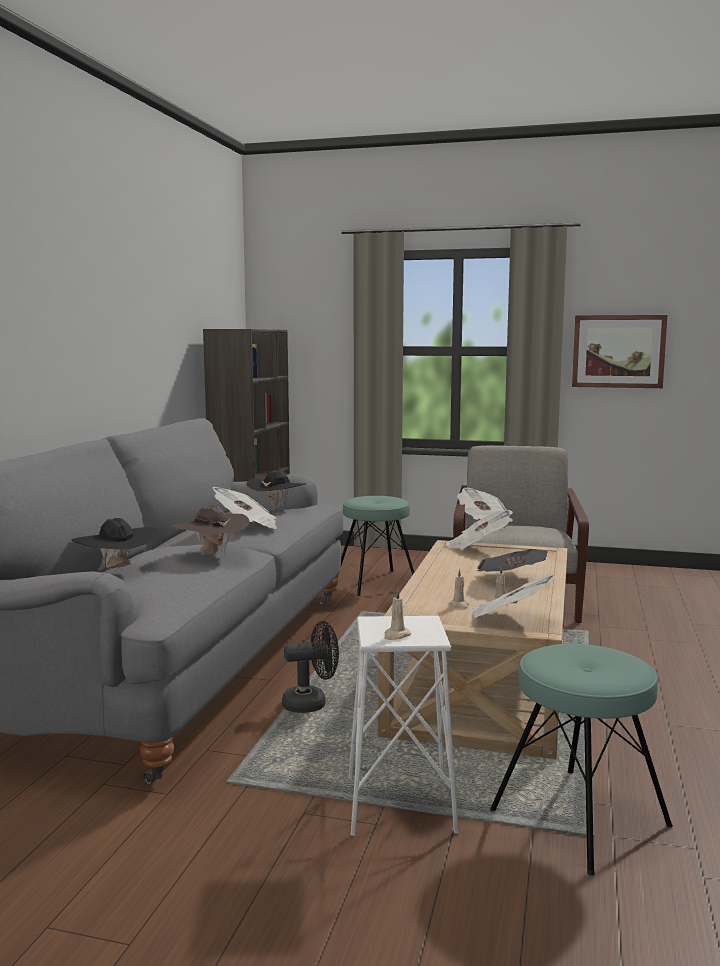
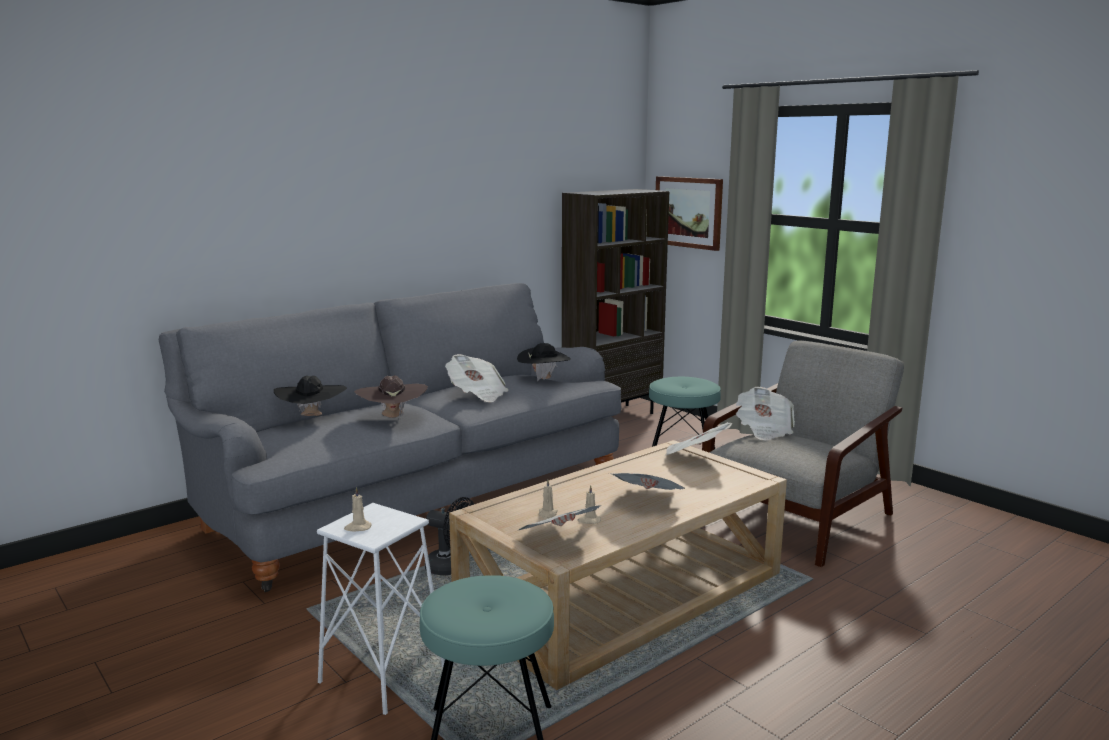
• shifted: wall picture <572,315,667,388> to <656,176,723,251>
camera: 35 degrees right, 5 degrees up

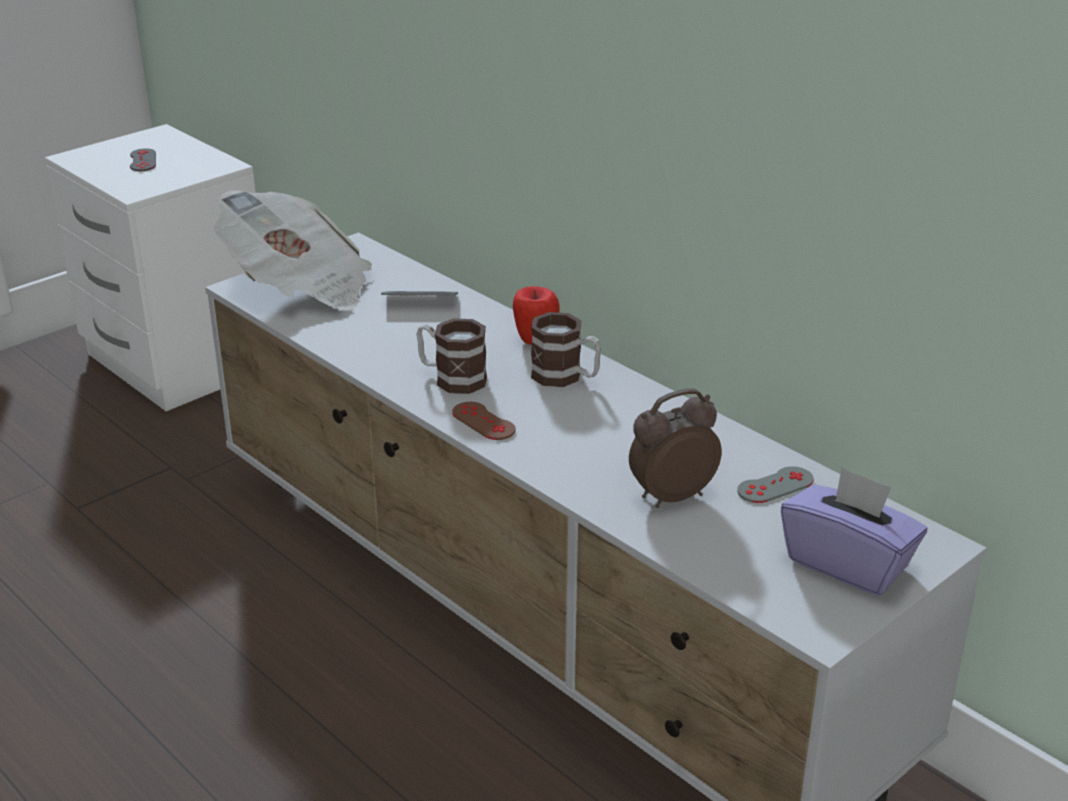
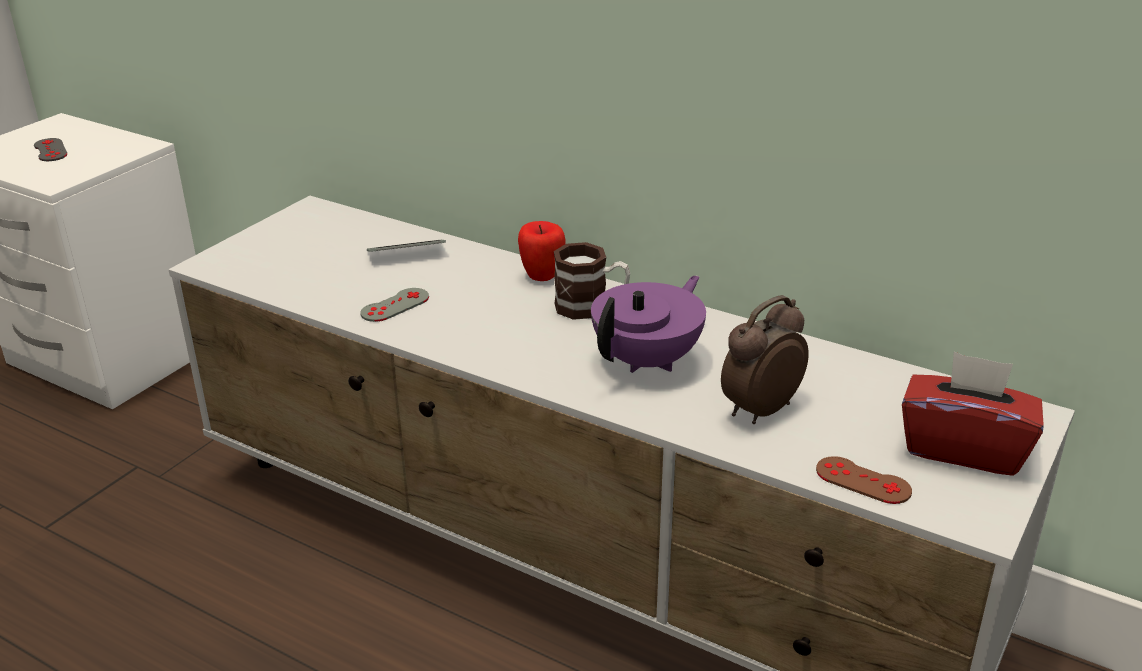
• gone: newspaper <214,190,372,311>
• gone: tea mug <417,318,487,394>
• new: pot for tea (purple-coloured) <591,276,706,373>
• shifted: gamepad (brownish) <452,402,516,440> to <816,456,912,504>
• shifted: gamepad (gray) <737,466,814,503> to <360,288,429,322>
• repainted: tissue box (purple-coloured) <781,467,927,596> to tissue box (red-coloured) <902,352,1044,476>
camera: 15 degrees left, 0 degrees up

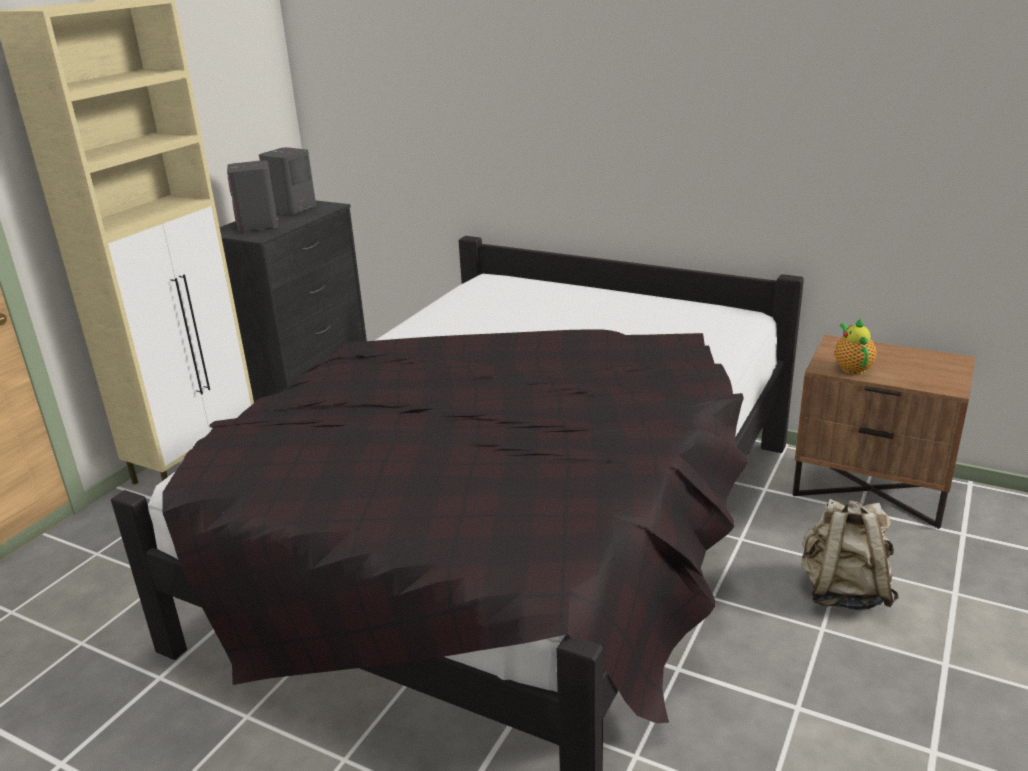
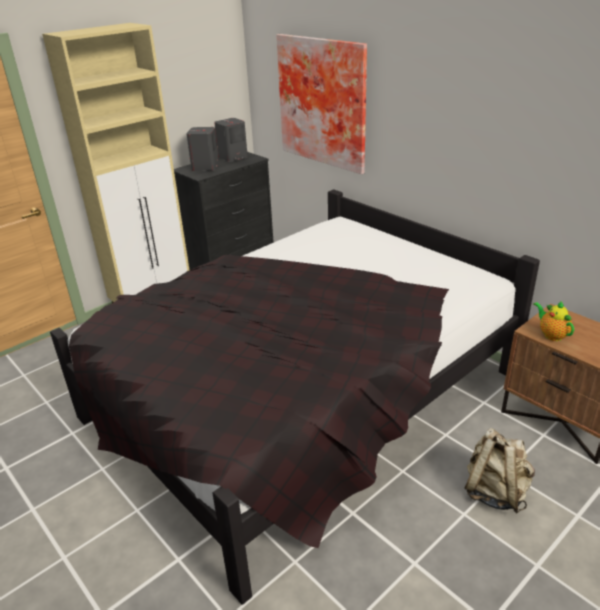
• new: wall picture <276,34,367,174>
• rotated: pot for tea <835,318,877,375> = <534,302,574,341> 45 degrees counterclockwise
camera: 20 degrees right, 5 degrees up

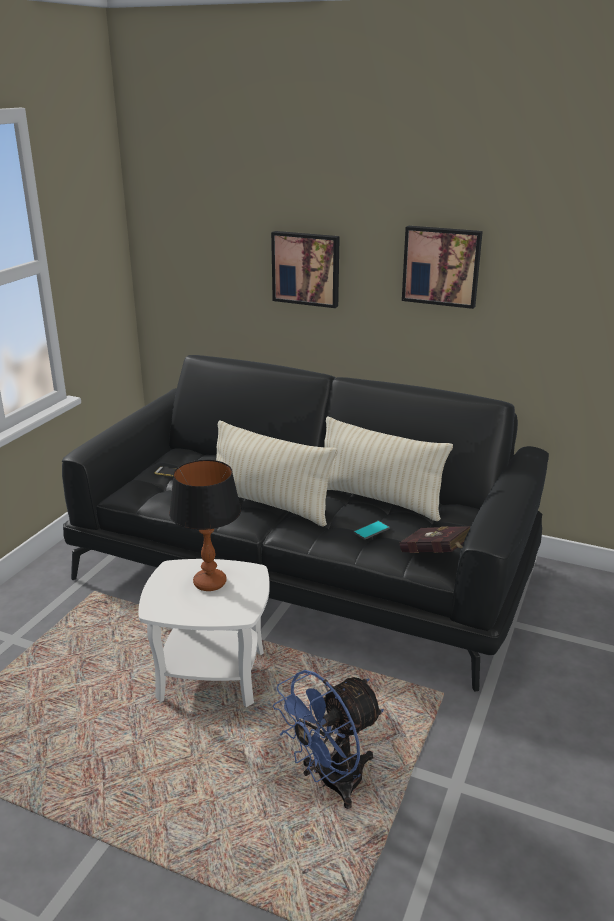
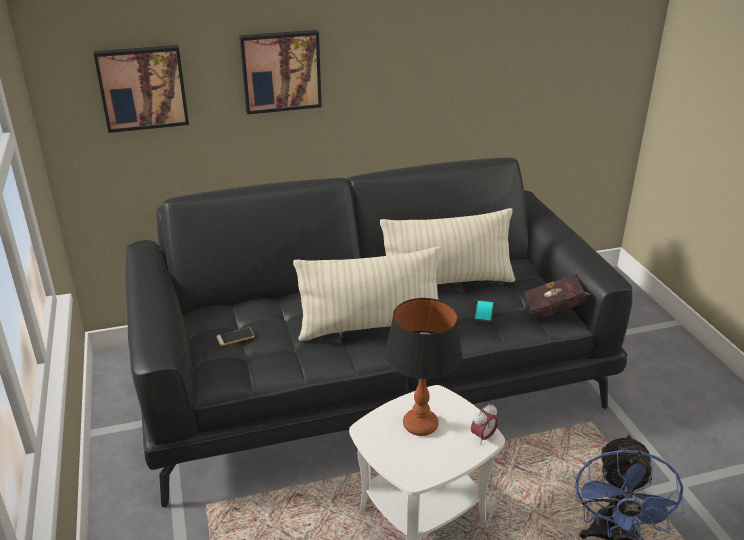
• new: table clock <471,404,499,445>
• shifted: wall picture <402,226,483,309> to <94,45,189,133>
camera: 40 degrees left, 5 degrees up

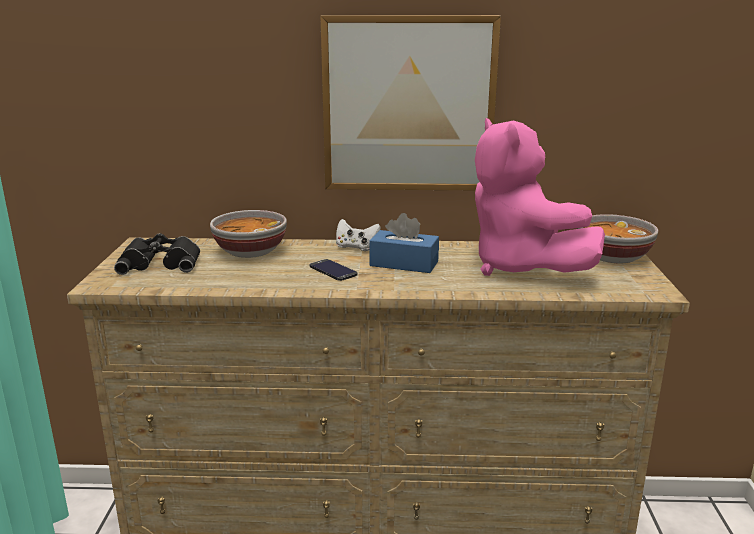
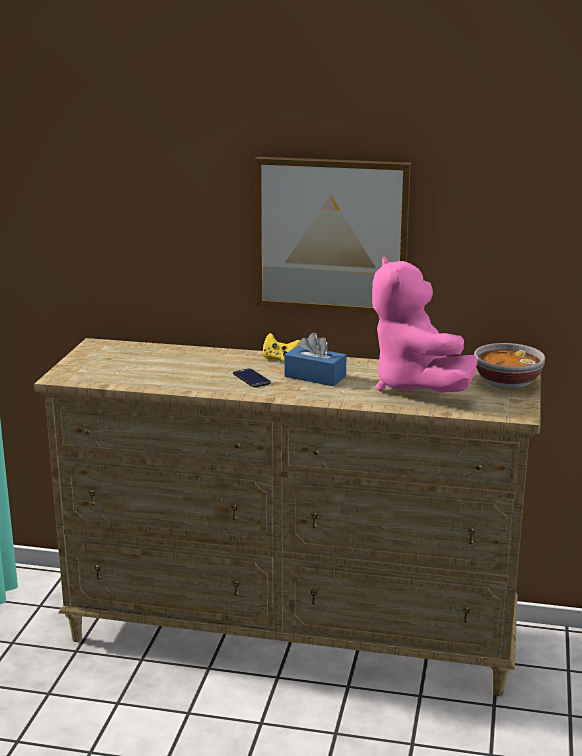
• gone: field glasses (black-coloured) <114,233,200,275>
• gone: serving bowl <210,210,287,258>
• repainted: gamepad (white-coloured) <336,219,381,251> to gamepad (yellow-coloured) <262,333,301,363>
camera: 10 degrees right, 0 degrees up

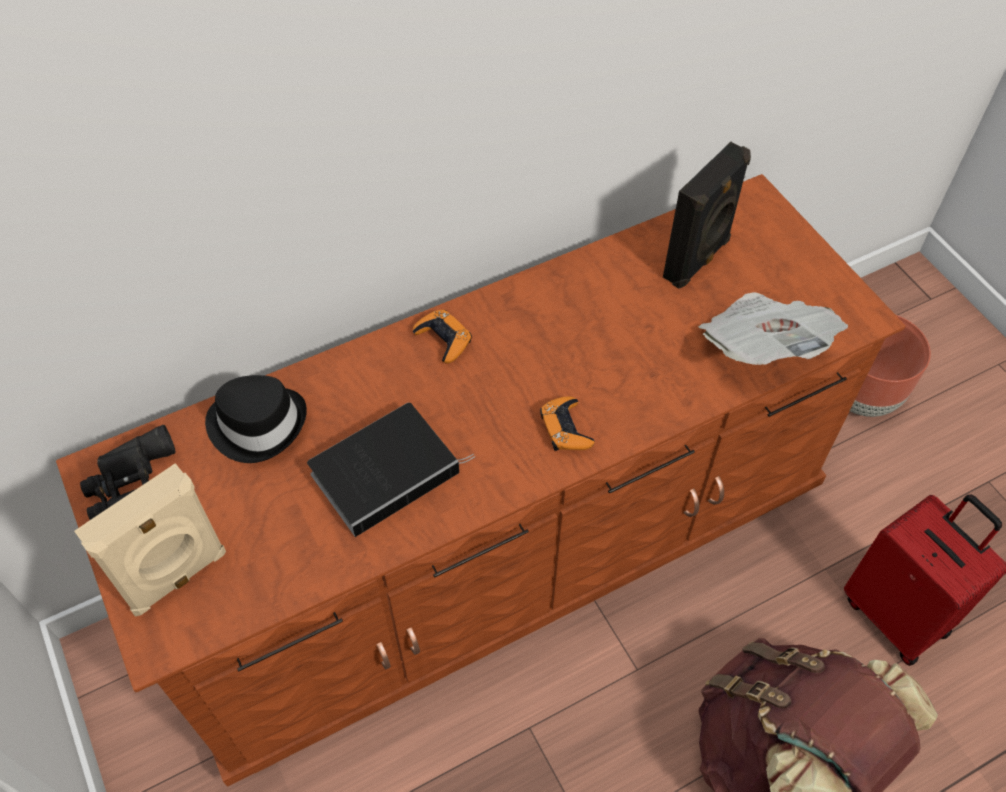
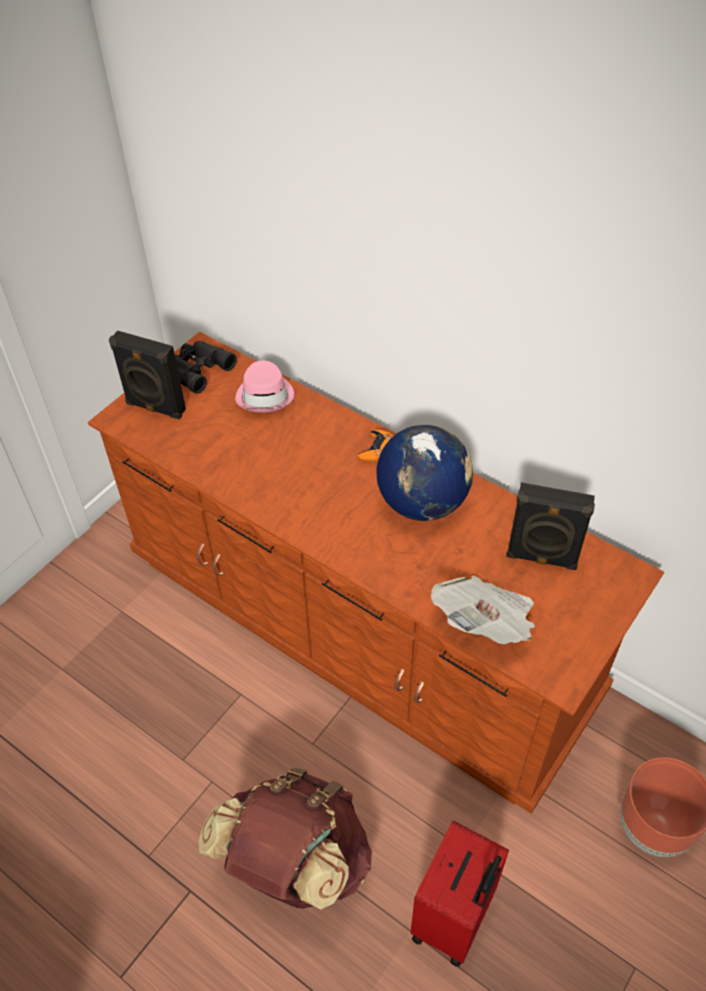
• gone: volume <307,403,475,537>
• gone: gamepad (orangey) <540,397,595,451>
• new: world globe <376,425,473,521>
• repainted: audio speaker (sand-coloured) <74,463,226,617> to audio speaker (black-coloured) <109,330,186,419>
• repainted: wearable hat (black-coloured) <205,375,307,463> to wearable hat (pink-coloured) <235,360,294,413>
camera: 65 degrees right, 5 degrees down

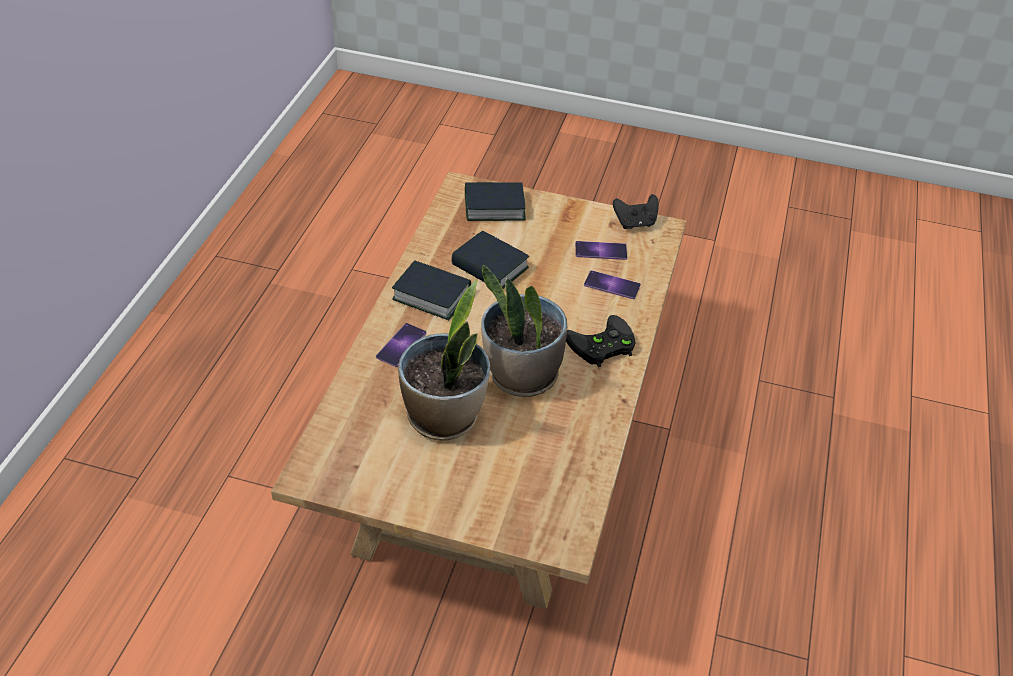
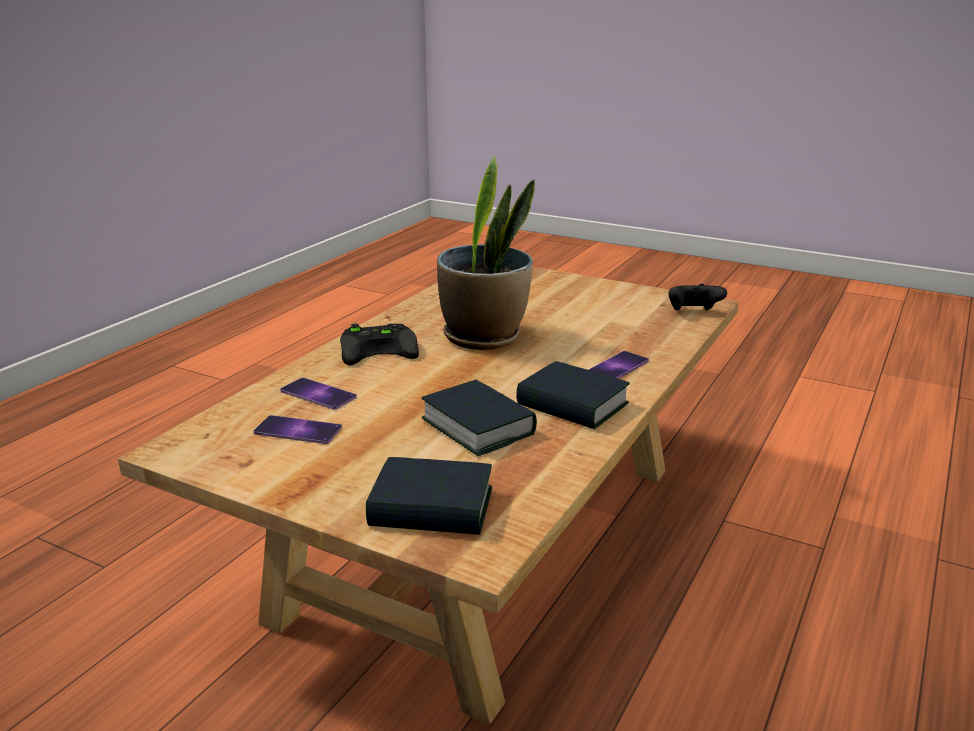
• gone: houseplant <398,280,490,441>
• shifted: gamepad (black-coloured) <613,194,659,229> to <669,284,727,311>
camera: 165 degrees left, 20 degrees down

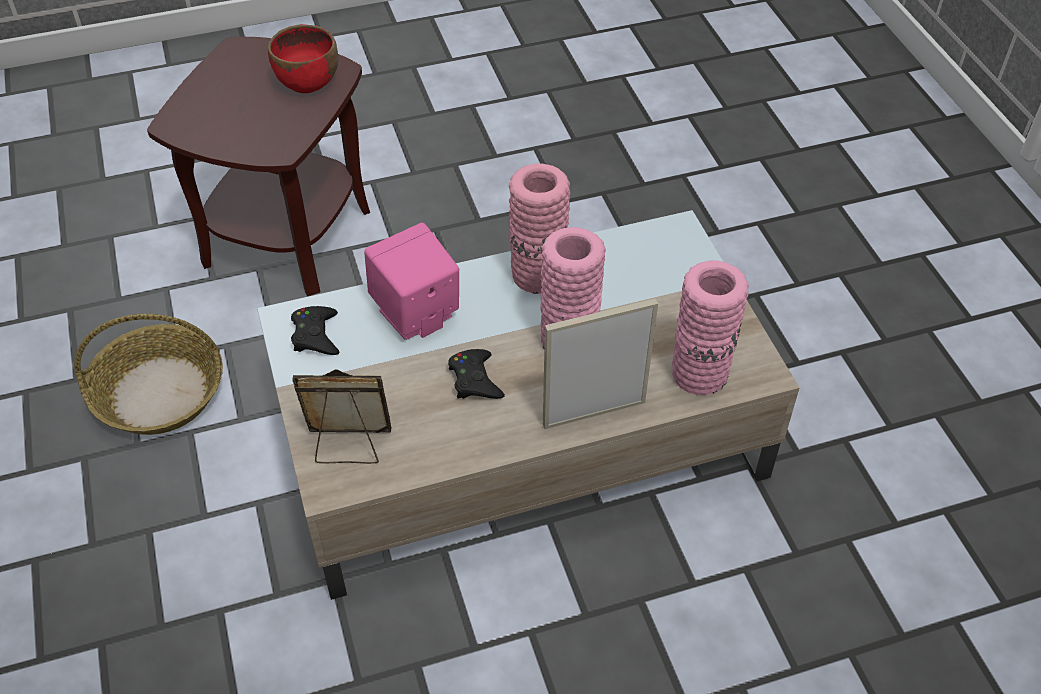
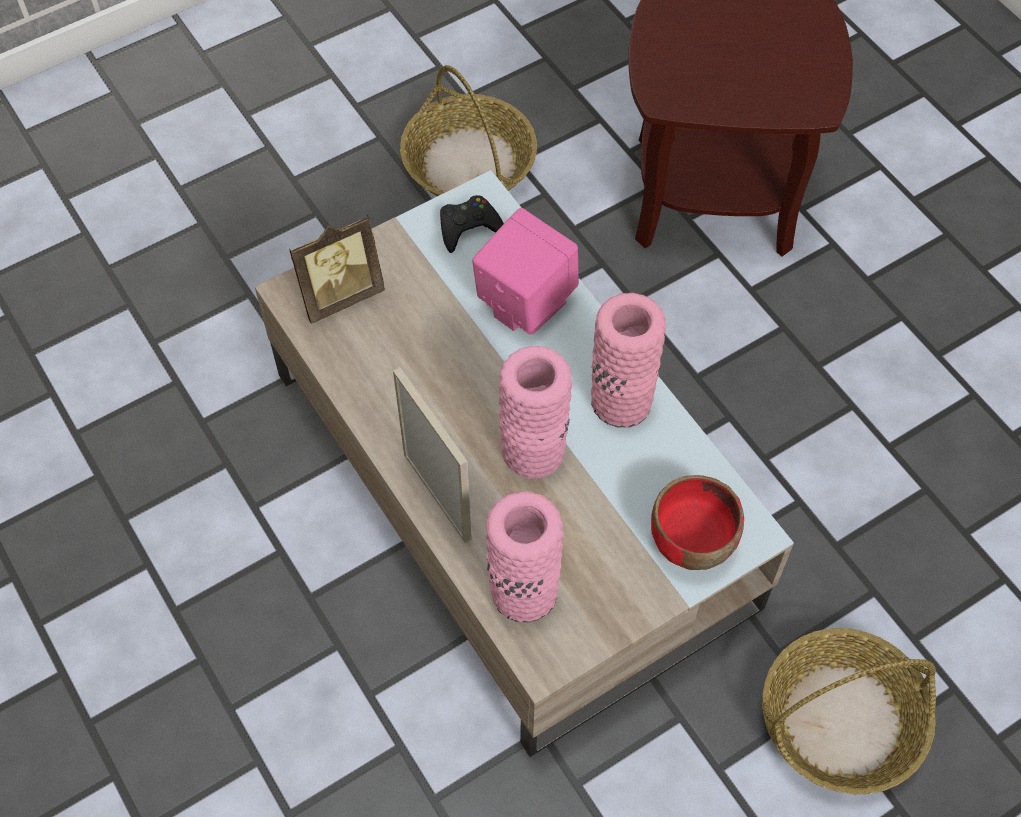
• gone: gamepad (black-coloured) <448,349,505,399>
• new: basket <762,628,936,795>
• shifted: serving bowl (red-coloured) <268,24,338,93> to <651,475,744,570>
• rotated: picture frame <293,369,391,464> = <289,215,385,324> 75 degrees clockwise
camera: 75 degrees right, 10 degrees up

